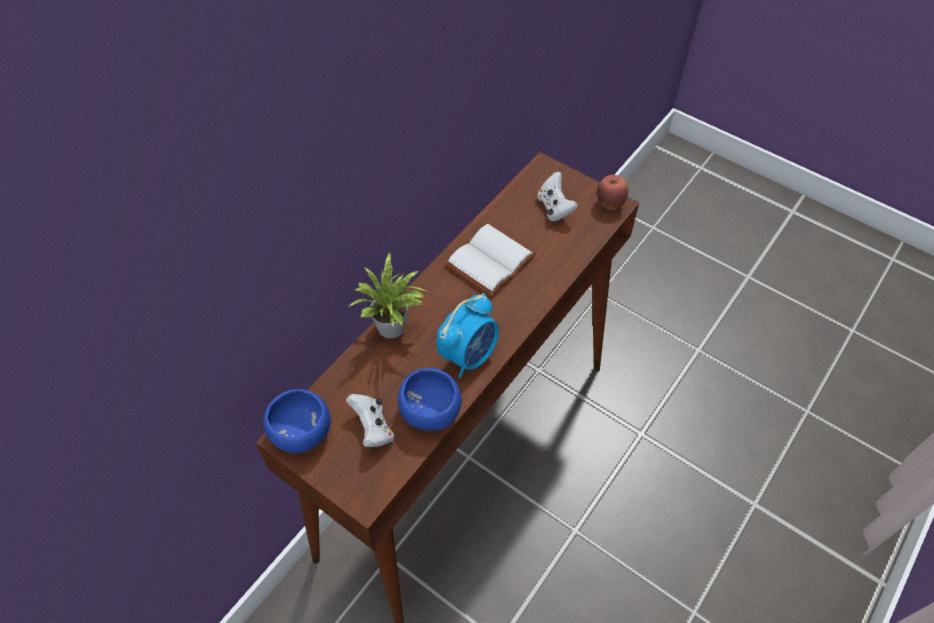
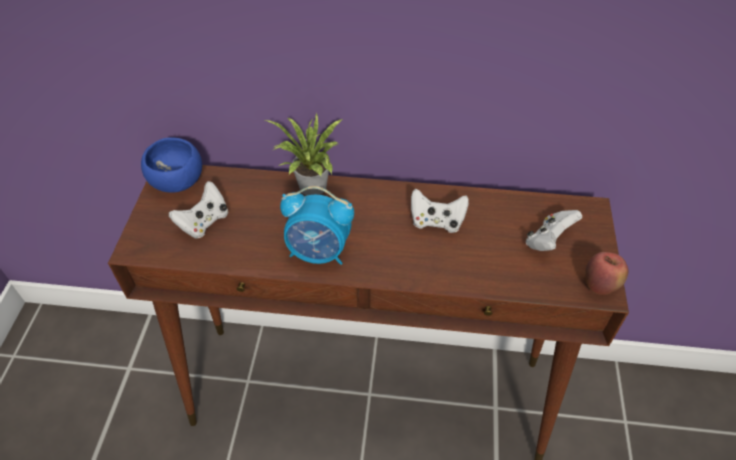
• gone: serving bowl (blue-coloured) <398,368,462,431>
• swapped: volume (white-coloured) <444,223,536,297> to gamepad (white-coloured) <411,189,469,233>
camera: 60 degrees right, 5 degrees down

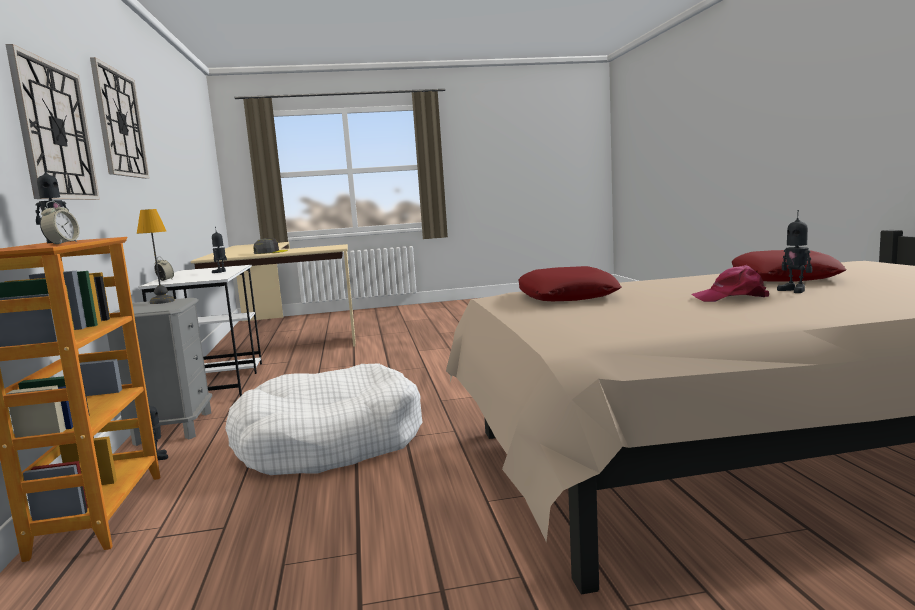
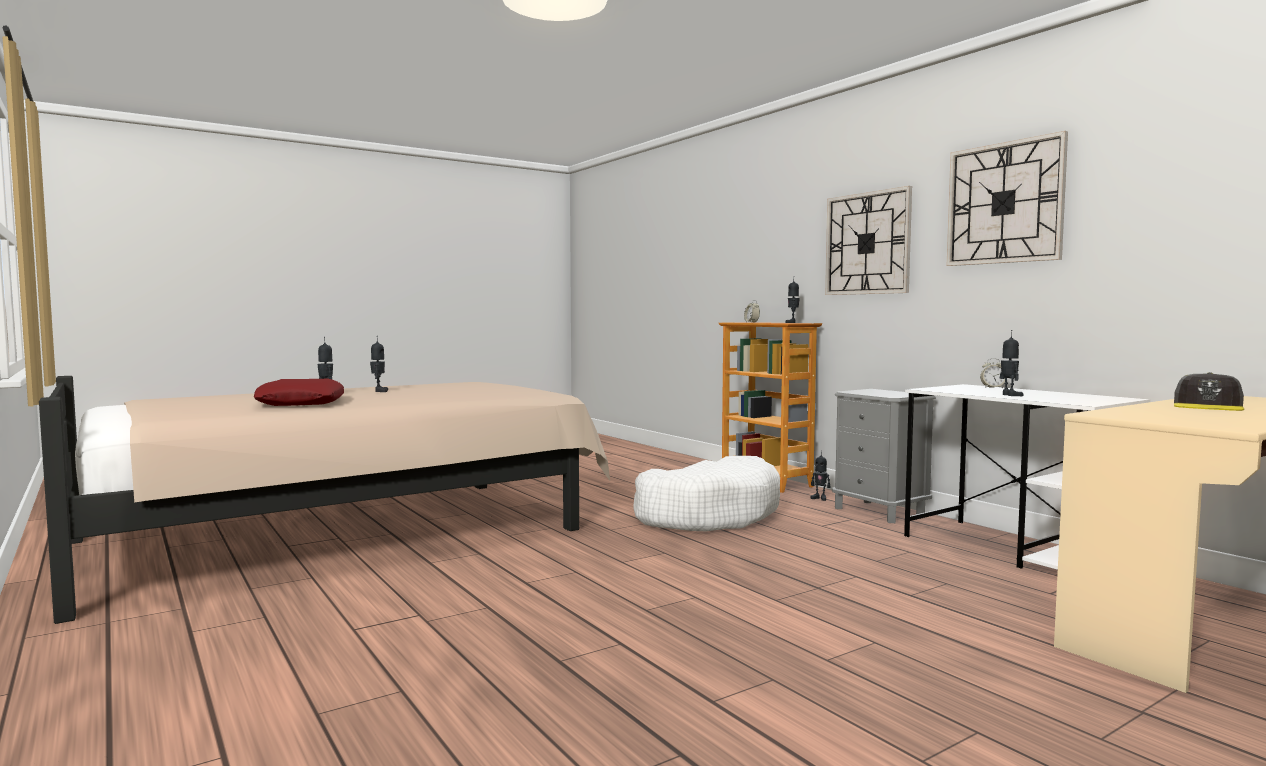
• gone: lamp for a table <137,209,175,304>
• gone: throw pillow (red-coloured) <519,266,621,301>
• swapped: peaked cap (pink-coloured) <692,265,769,302> to robot figure <370,341,388,392>
camera: 155 degrees right, 5 degrees down

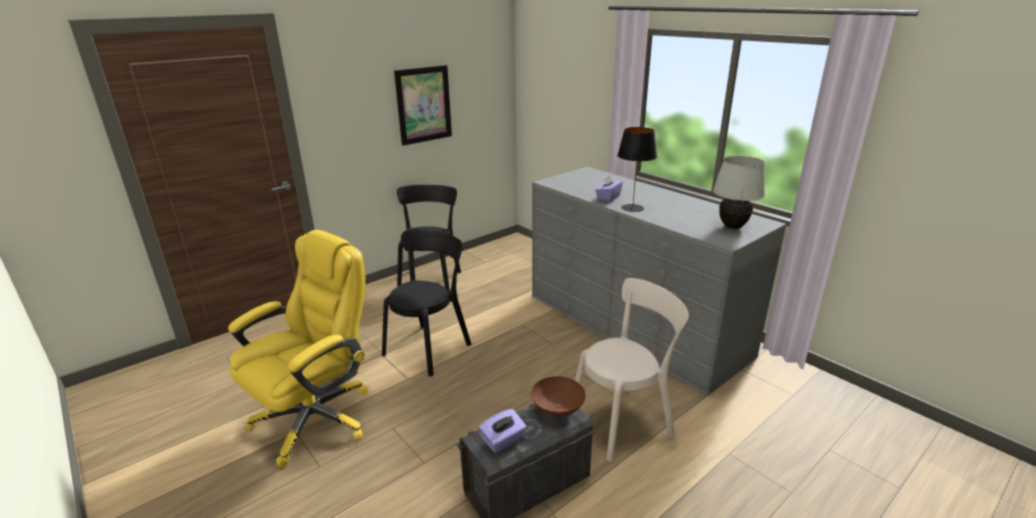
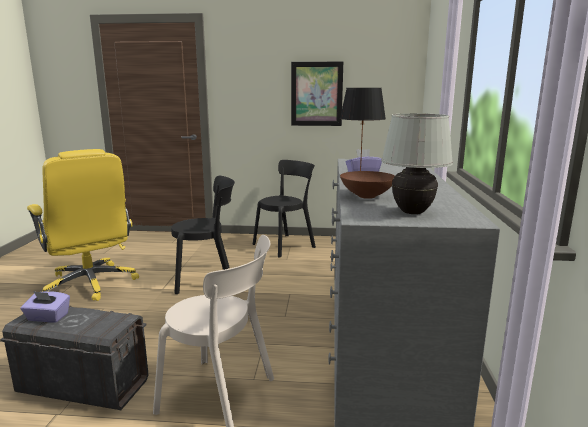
• shifted: serving bowl (brownish) <531,376,586,417> to <340,171,395,199>
• rotated: computer chair (yellow-coloured) <228,230,368,467> = <27,149,139,301> 60 degrees clockwise
camera: 45 degrees right, 10 degrees down

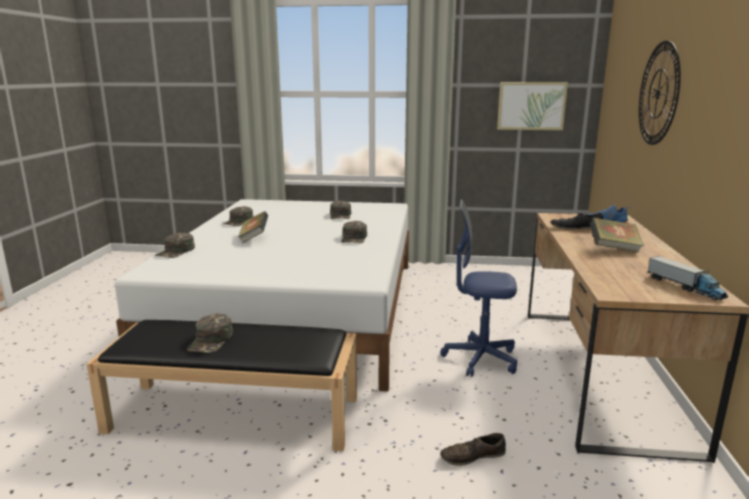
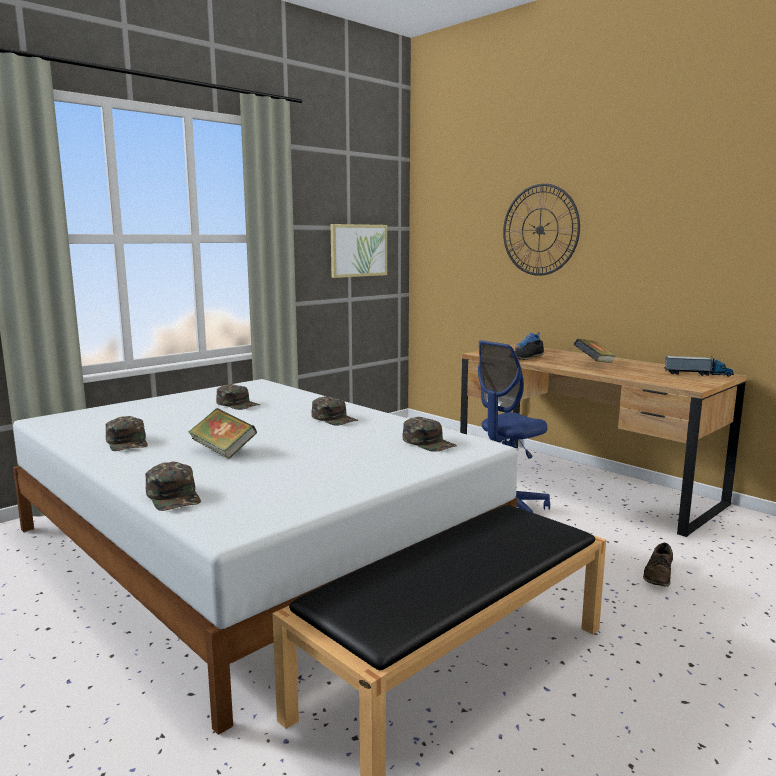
• shifted: peaked cap (green-coloured) <187,313,233,353> to <403,417,457,452>
camera: 50 degrees left, 5 degrees down

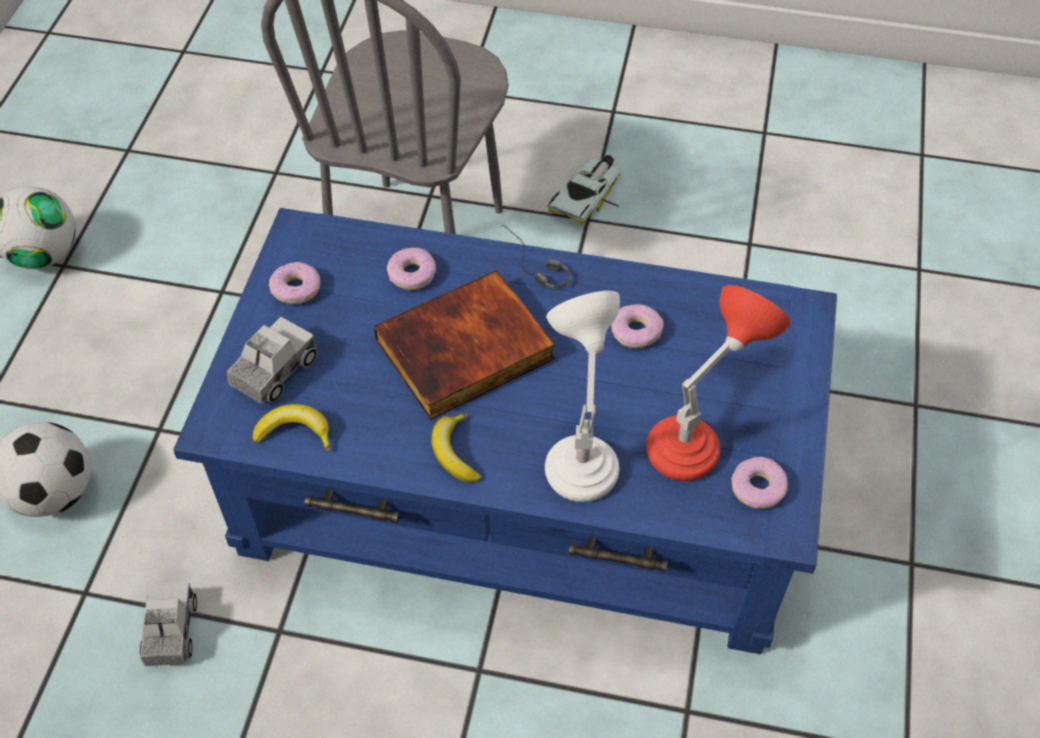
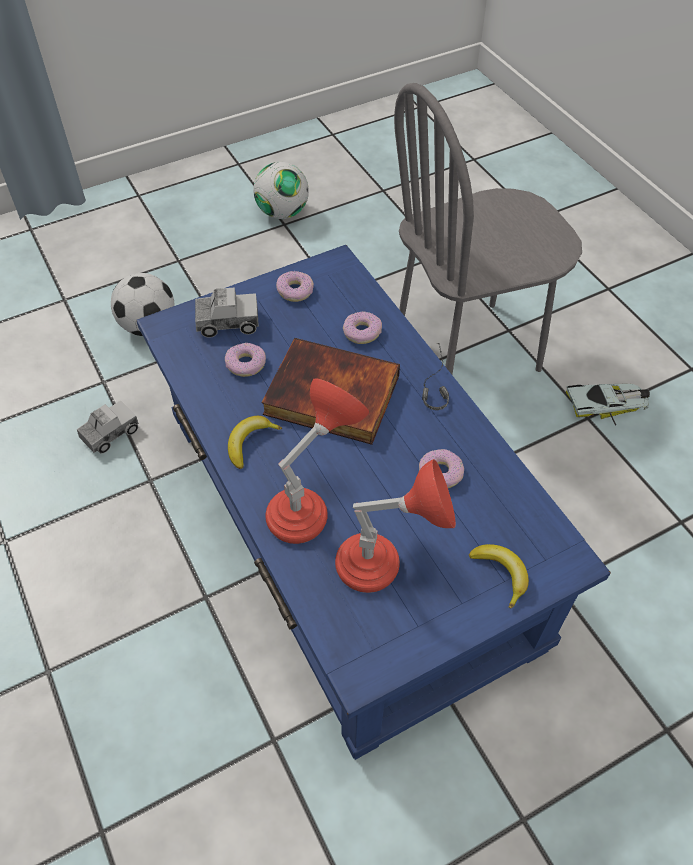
• shifted: whole banana <253,404,330,452> to <469,544,529,609>
• shifted: donut <731,457,788,509> to <225,343,266,377>
• repainted: lamp for a table (white-coloured) <545,291,620,502> to lamp for a table (red-coloured) <266,378,369,544>
camera: 50 degrees right, 0 degrees up

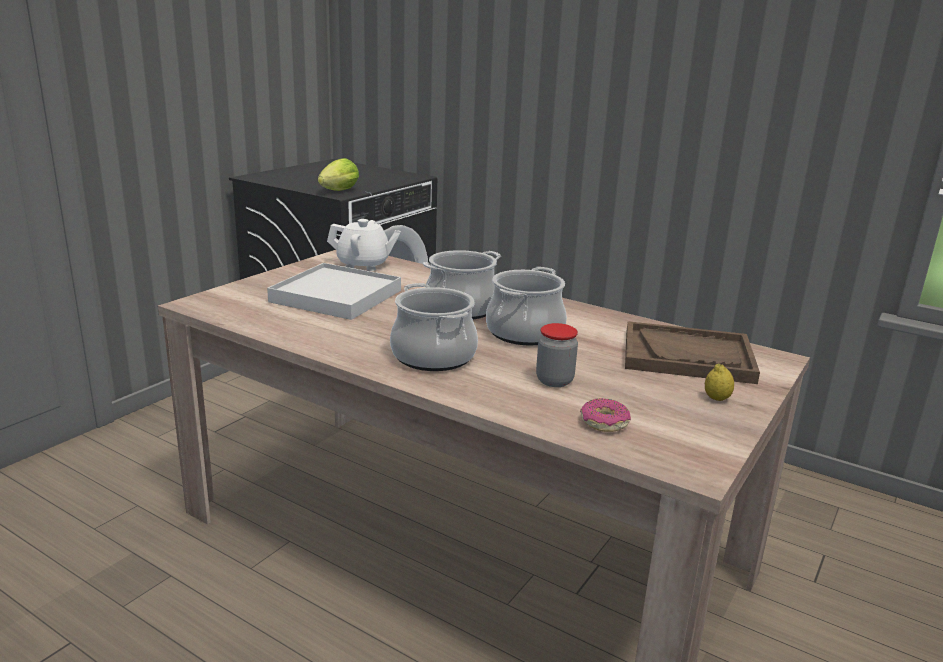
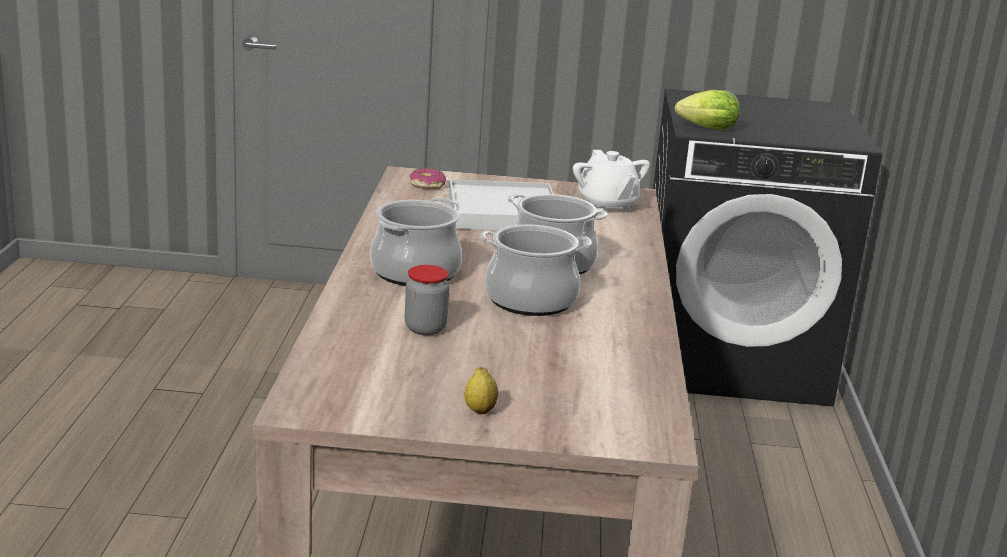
• gone: serving tray (brownish) <625,321,760,384>
• shifted: donut <580,398,631,432> to <409,168,446,189>
camera: 60 degrees right, 0 degrees up

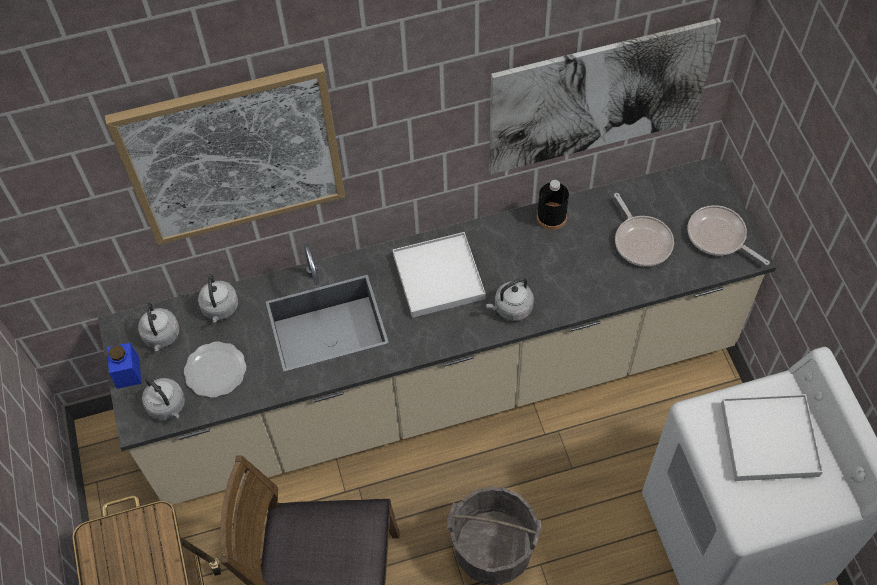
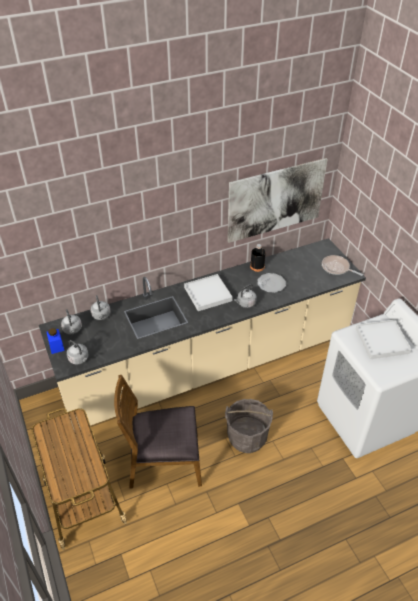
• gone: wall picture <105,63,345,245>
• gone: frying pan <614,193,674,267>
• shifted: flat dish <184,341,246,398> to <257,273,286,293>
camera: 10 degrees left, 15 degrees down

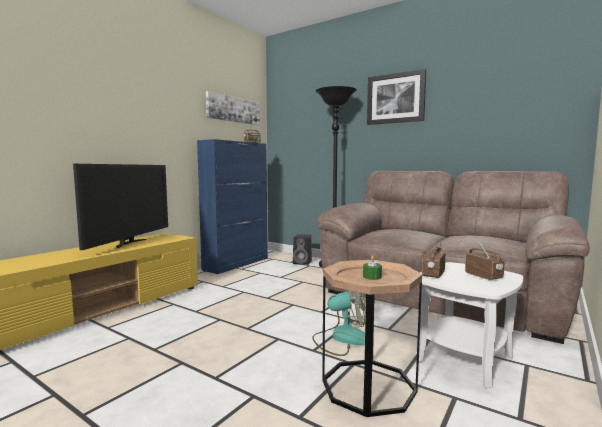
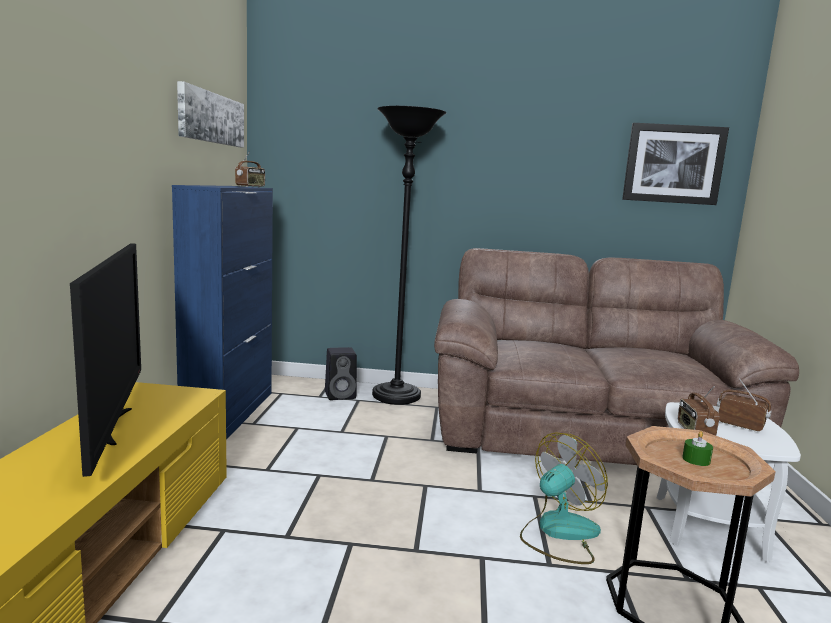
• shifted: wall picture <367,69,426,125> to <622,123,729,205>
camera: 30 degrees left, 5 degrees up

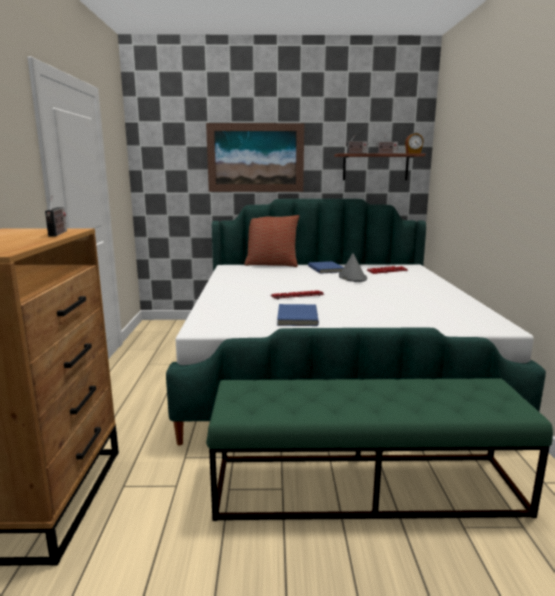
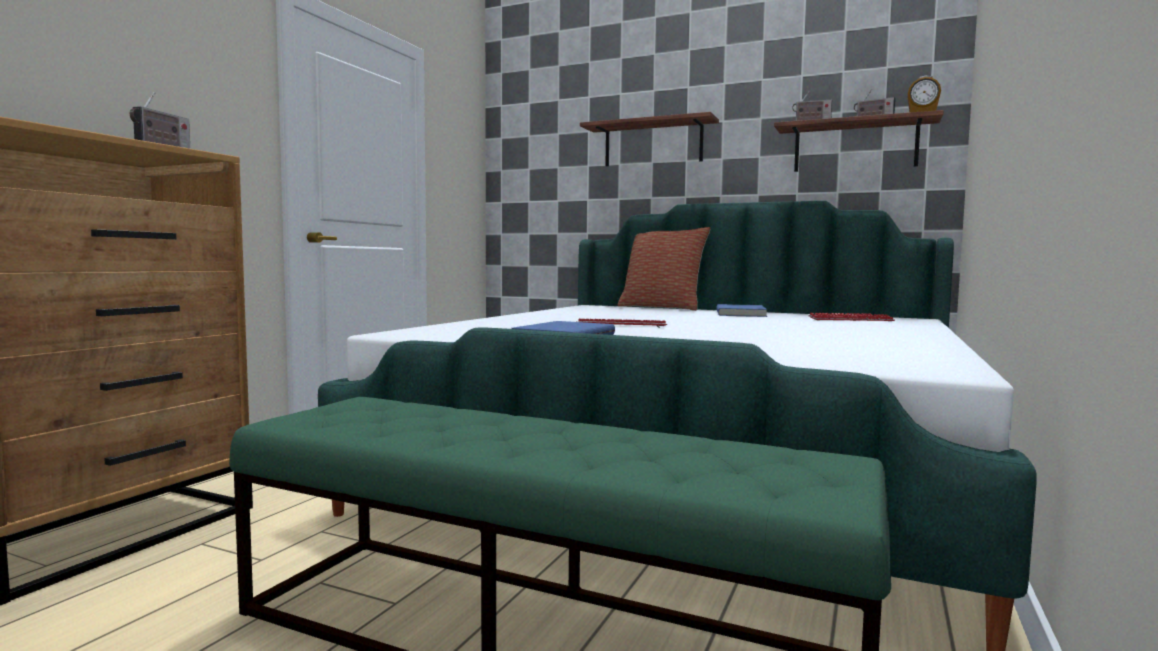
• gone: wearable hat (gray) <339,253,367,282>
• swapped: wall picture <206,123,304,192> to wall shelf <580,112,719,166>
camera: 25 degrees right, 10 degrees down

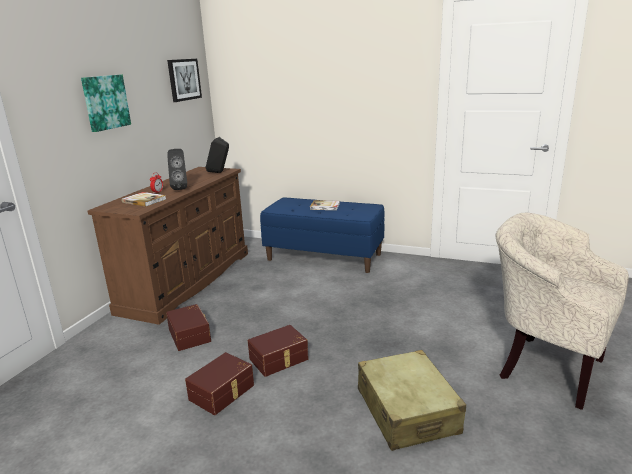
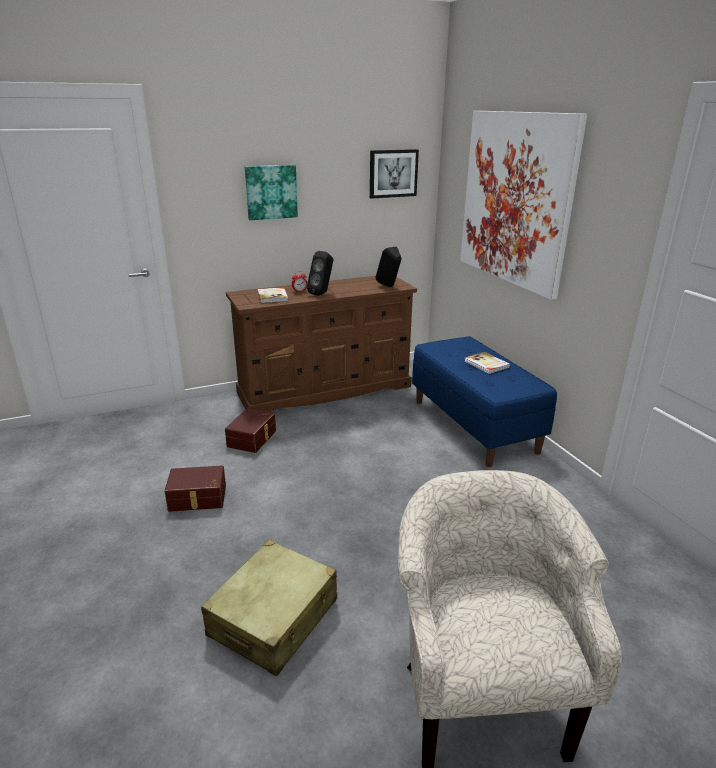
• gone: storage container (brownish) <248,325,309,377>
• new: wall picture <460,111,587,300>
camera: 45 degrees right, 5 degrees up

